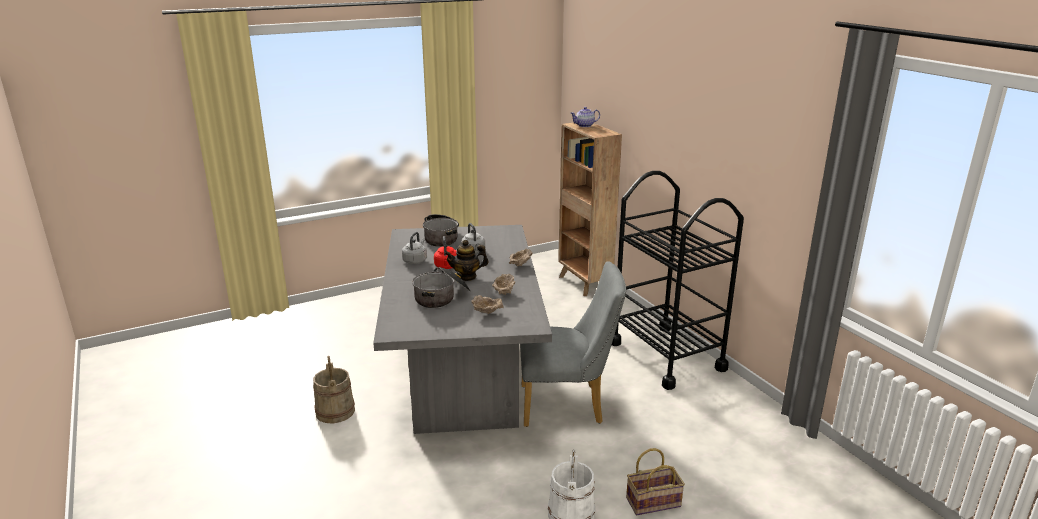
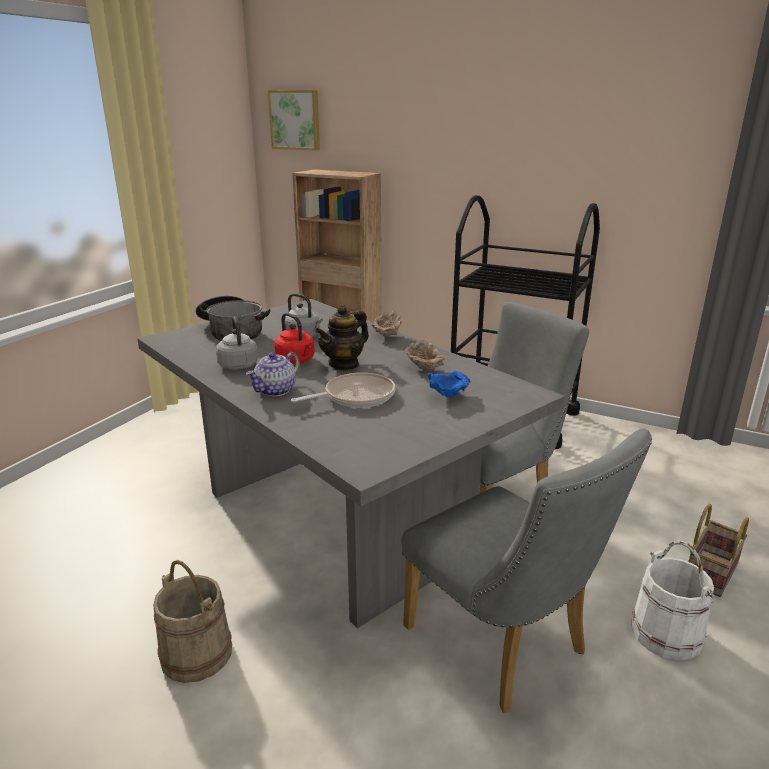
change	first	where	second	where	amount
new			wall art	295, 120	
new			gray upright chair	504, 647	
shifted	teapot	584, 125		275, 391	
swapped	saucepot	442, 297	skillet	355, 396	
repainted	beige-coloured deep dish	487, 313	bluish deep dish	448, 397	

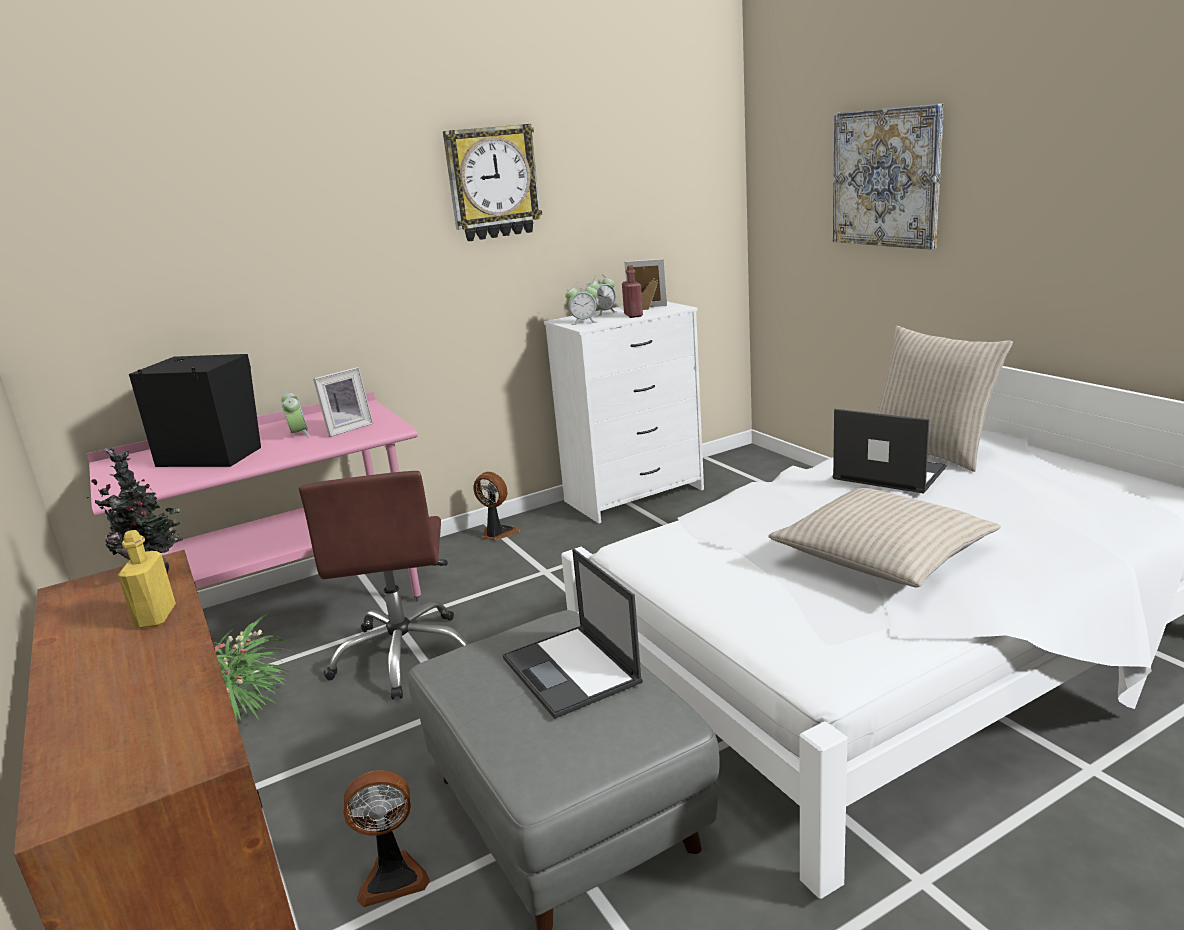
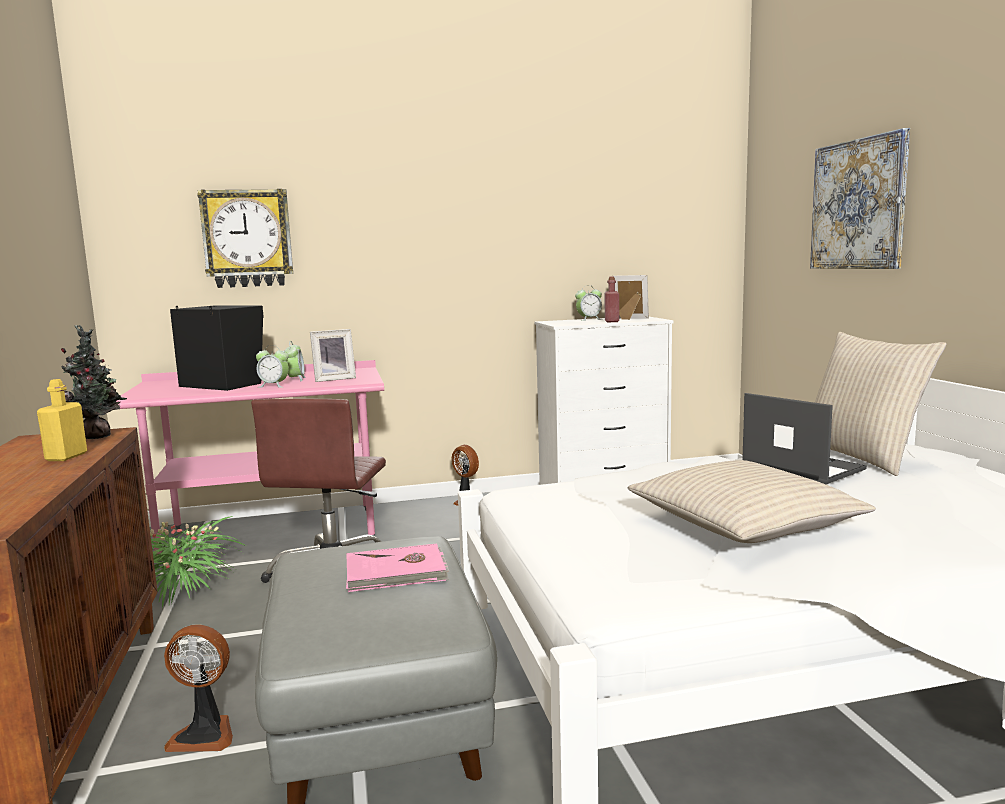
change	first	where	second	where	amount
shifted	clock on the wall	492, 183		247, 238	
shifted	alarm clock	584, 322		274, 386	
swapped	notebook computer	572, 671	pink-coloured bound book	396, 573	

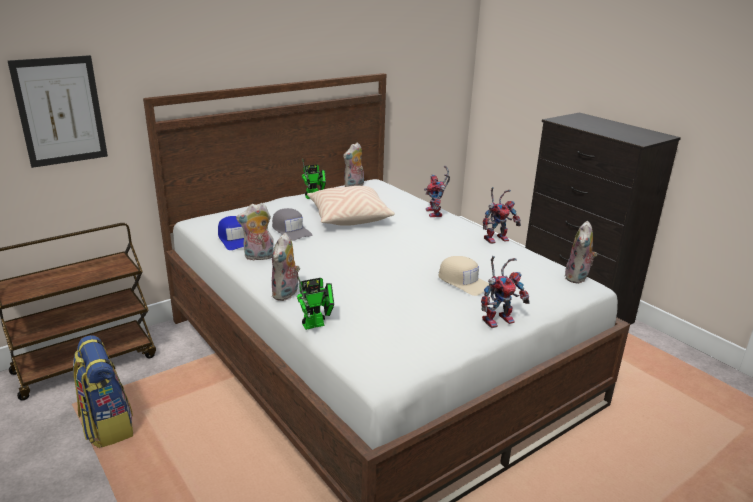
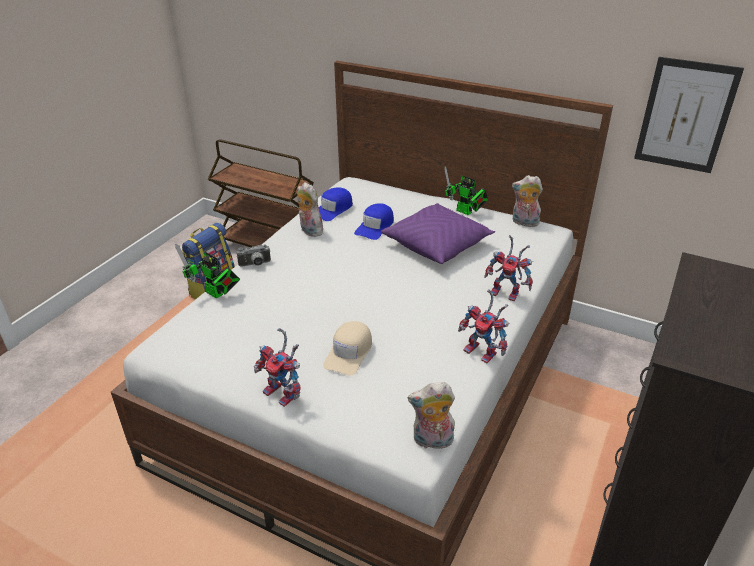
change	first	where	second	where	amount
shifted	wall art	60, 111		685, 115	
swapped	plush toy	286, 294	still camera	255, 264	
repainted	gray peaked cap	291, 230	bluish peaked cap	375, 226	
repainted	beige-coloured throw pillow	348, 217	purple throw pillow	437, 245	
rotated	model robot	436, 214		507, 293	120 degrees counterclockwise

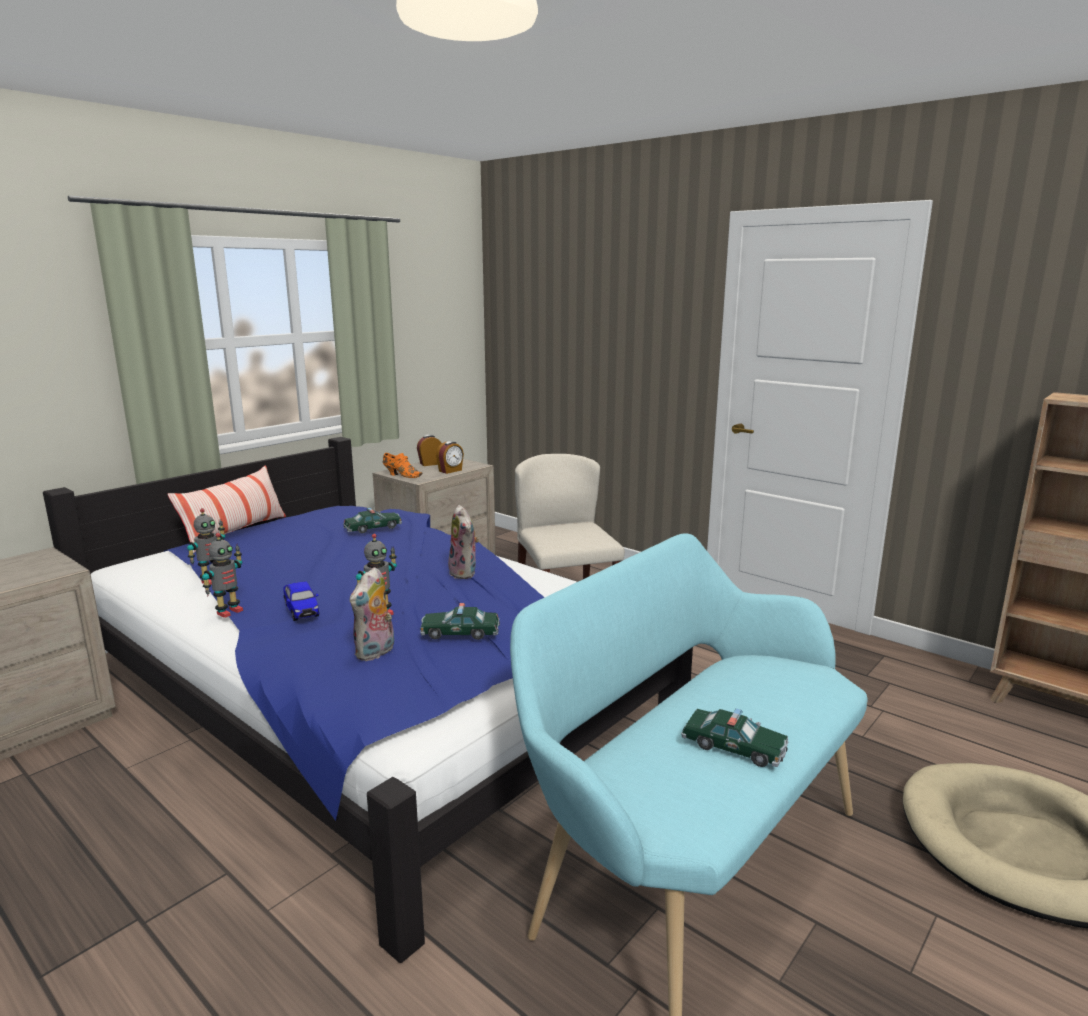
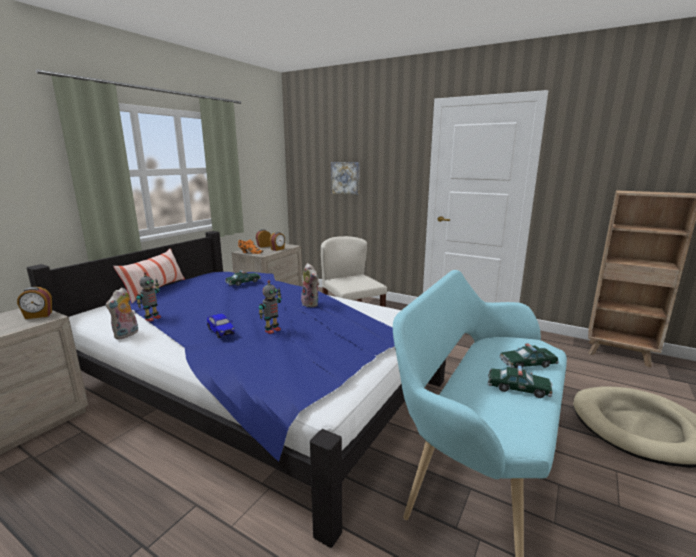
change	first	where	second	where	amount
gone	model robot	228, 612			
new			alarm clock	38, 315	
new			wall art	346, 178	
shifted	plush toy	376, 653		127, 335	
shifted	model car	460, 633		527, 364	

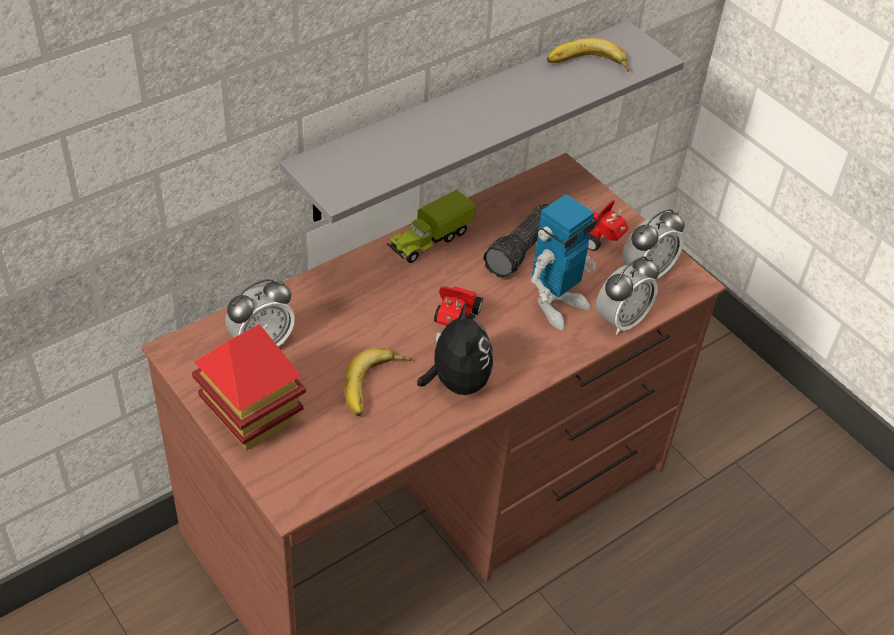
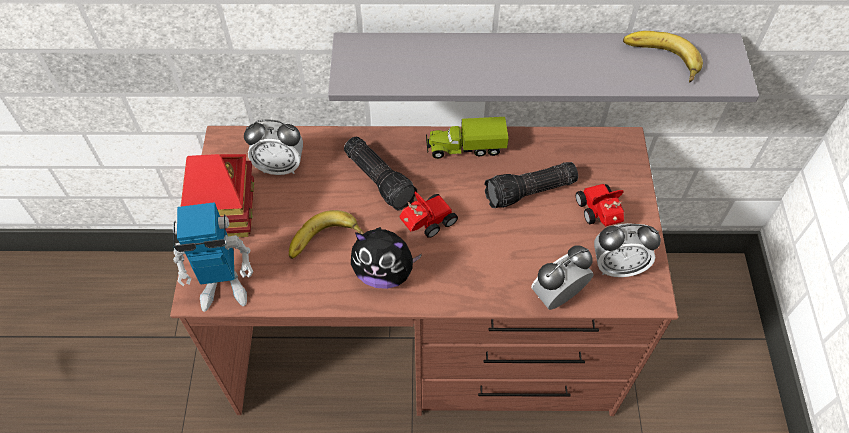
change	first	where	second	where	amount
new			hand torch	381, 179	
shifted	model robot	557, 305		223, 287	
rotated	plush toy	456, 382		384, 272	75 degrees clockwise
rotated	alarm clock	621, 320		557, 296	150 degrees clockwise

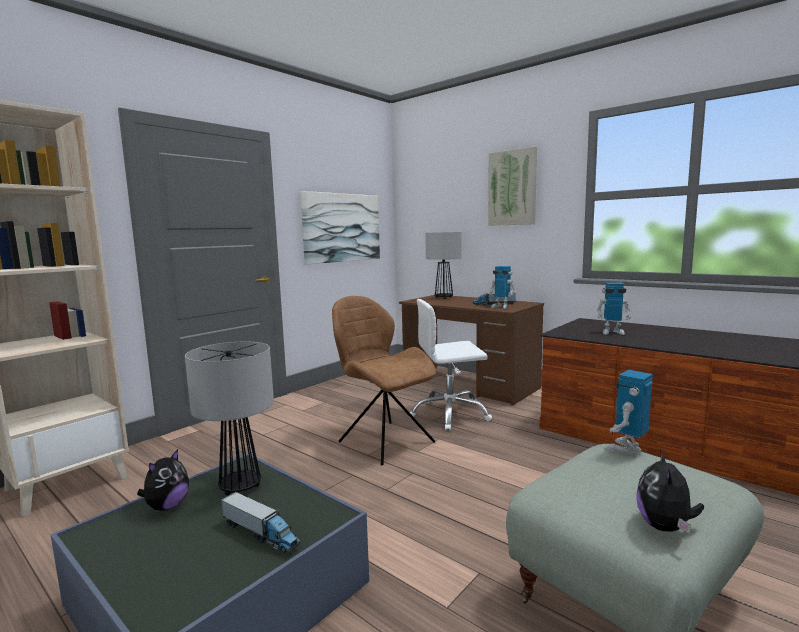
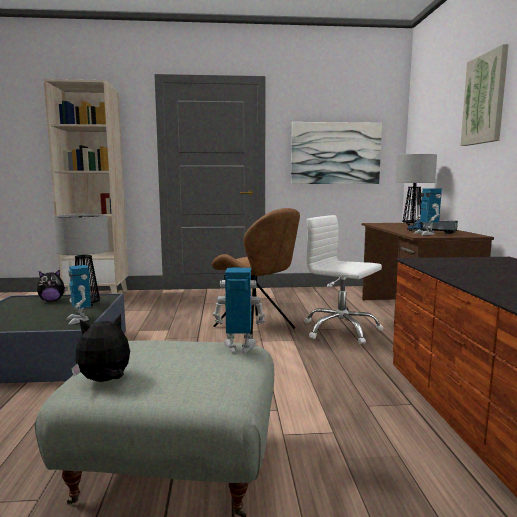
change	first	where	second	where	amount
gone	model truck	260, 533			
shifted	model robot	612, 332		79, 319	
rotated	brownish upright chair	384, 441		256, 328	135 degrees clockwise

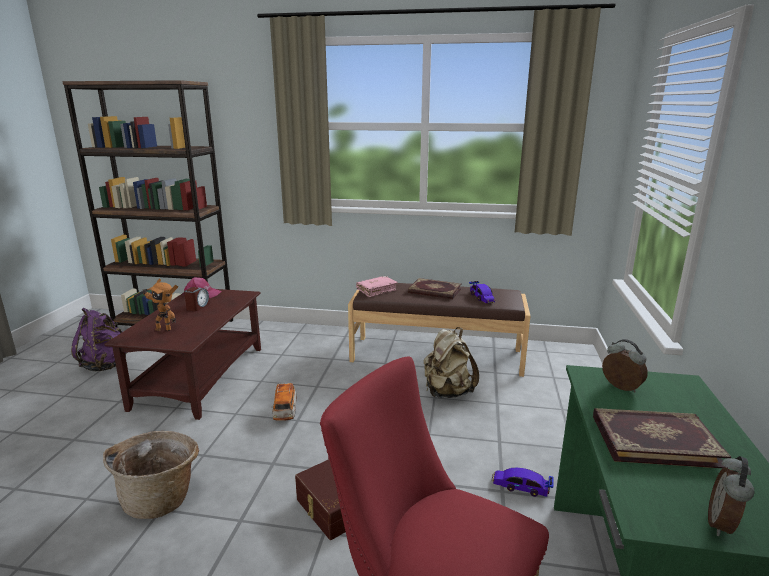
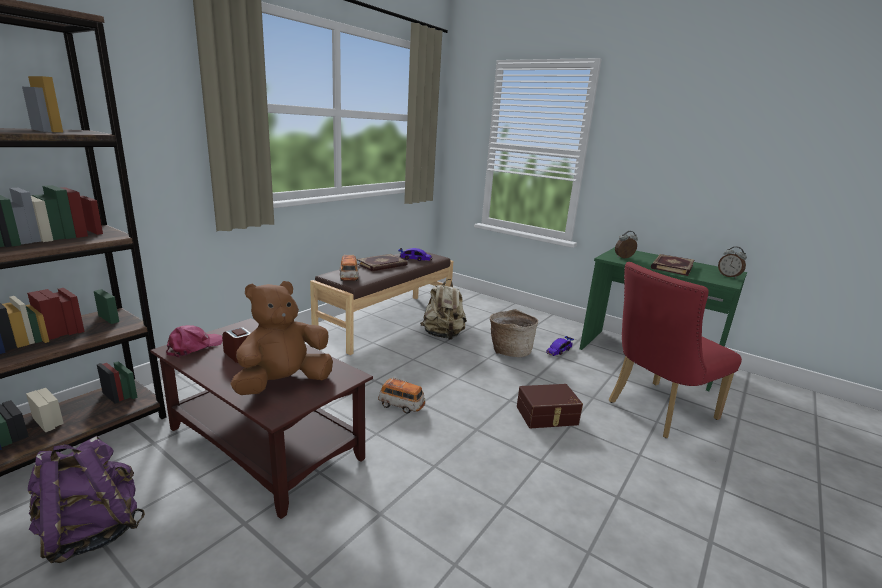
change	first	where	second	where	amount
shifted	household basket	161, 498		509, 351	
swapped	model robot	164, 329	brownish plush toy	284, 383	
swapped	pink-coloured bound book	376, 290	model car	349, 278	

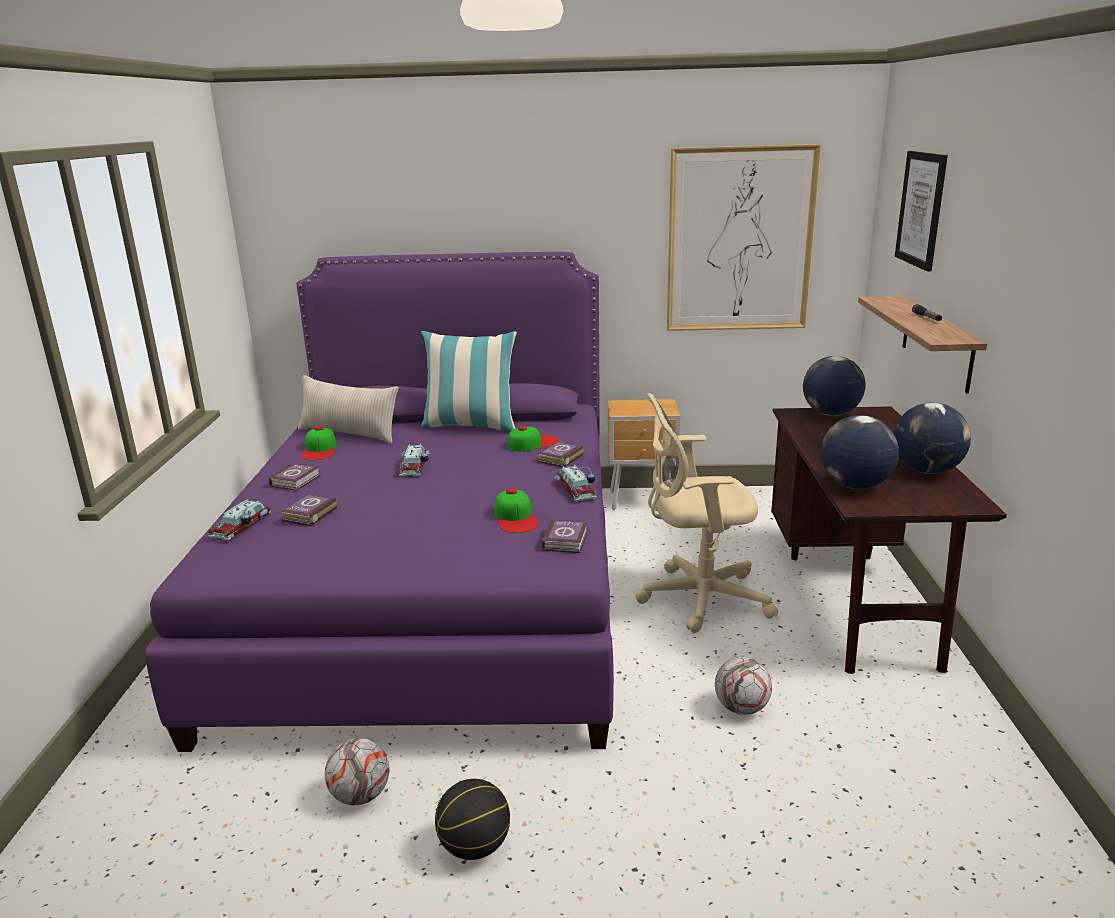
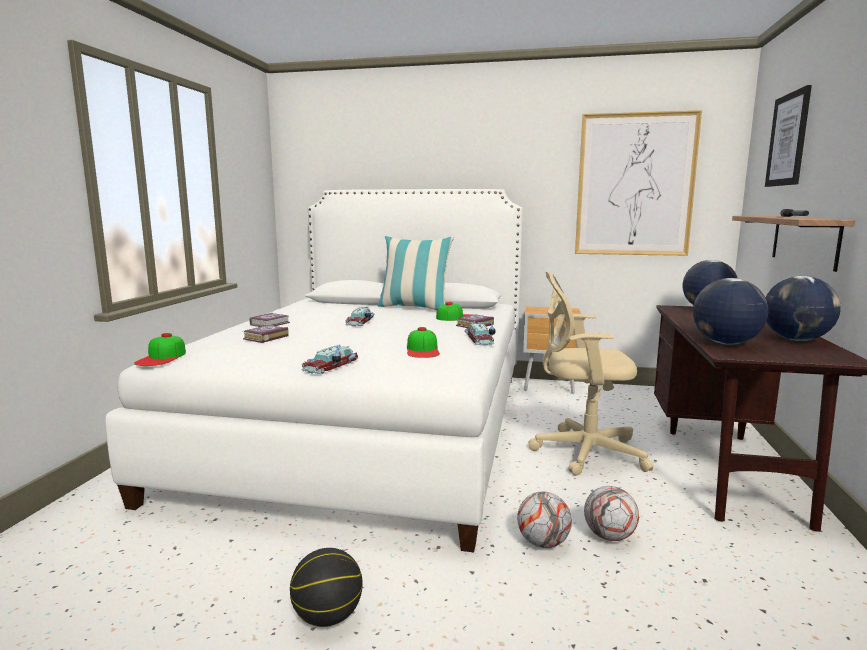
change	first	where	second	where	amount
gone	beige-coloured throw pillow	349, 433			
gone	bound book	566, 540			
shifted	model car	242, 526		332, 366	
shifted	peaked cap	319, 449		162, 357	
shifted	football	360, 796		543, 543	
repainted	purple sleeping bed	435, 591	white sleeping bed	369, 427	

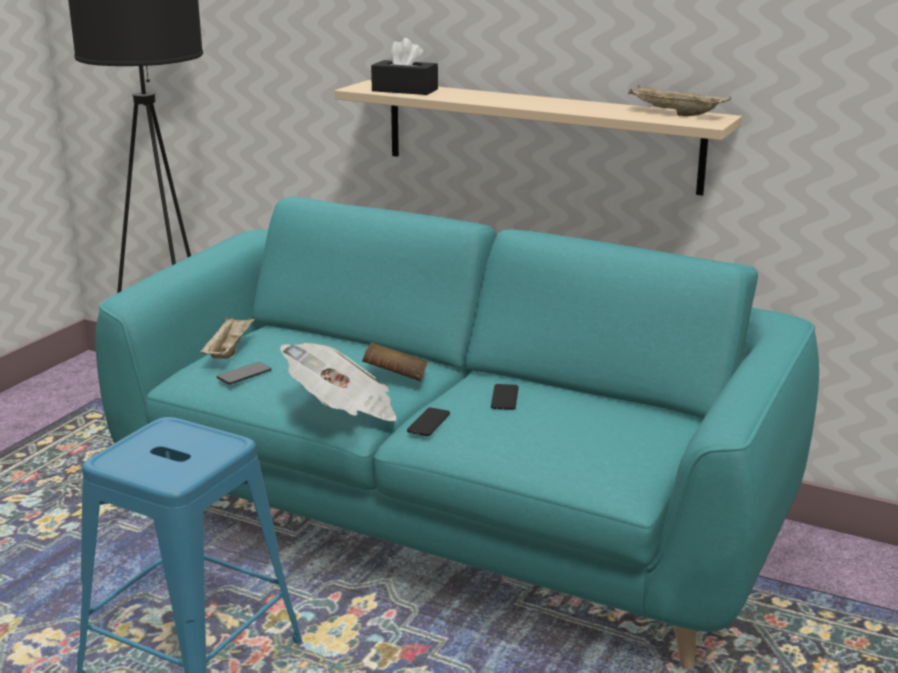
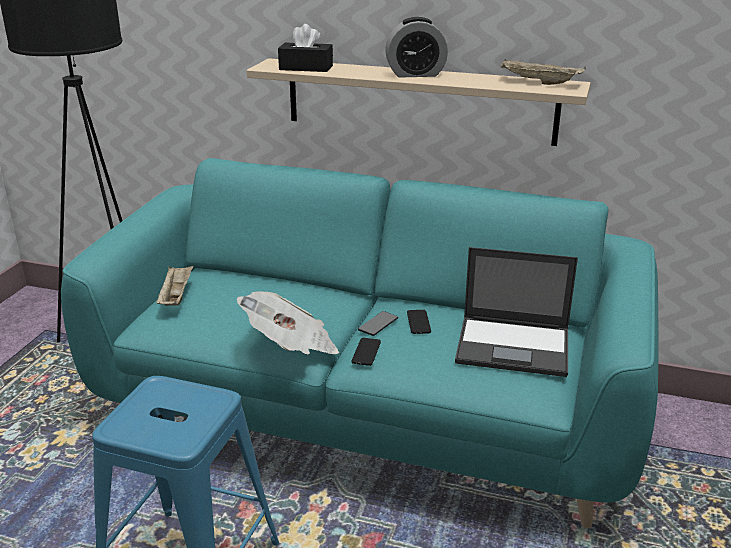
change	first	where	second	where	amount
gone	brownish bound book	395, 377			
new			alarm clock	415, 74	
new			notebook computer	514, 346	
shifted	telephone	244, 374		378, 324	

